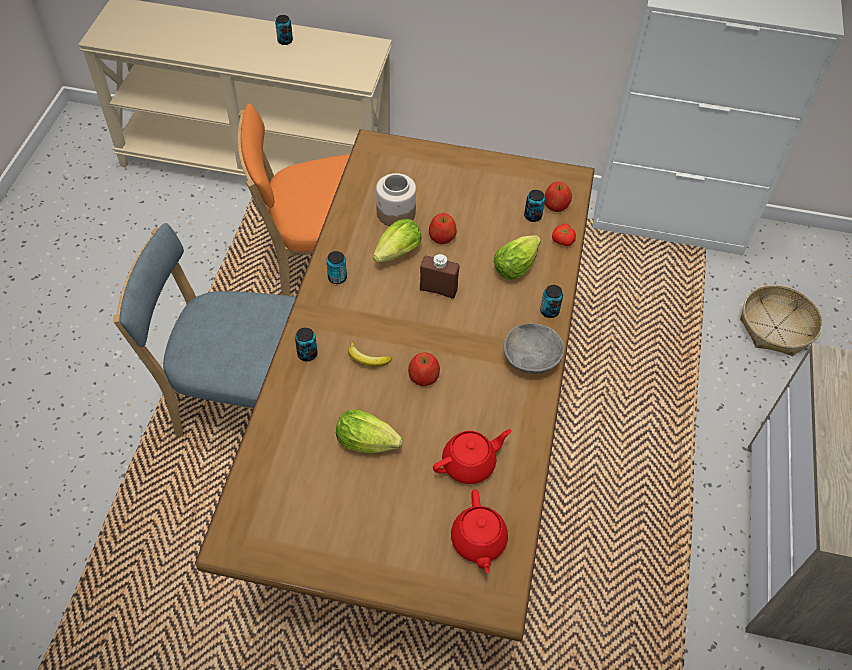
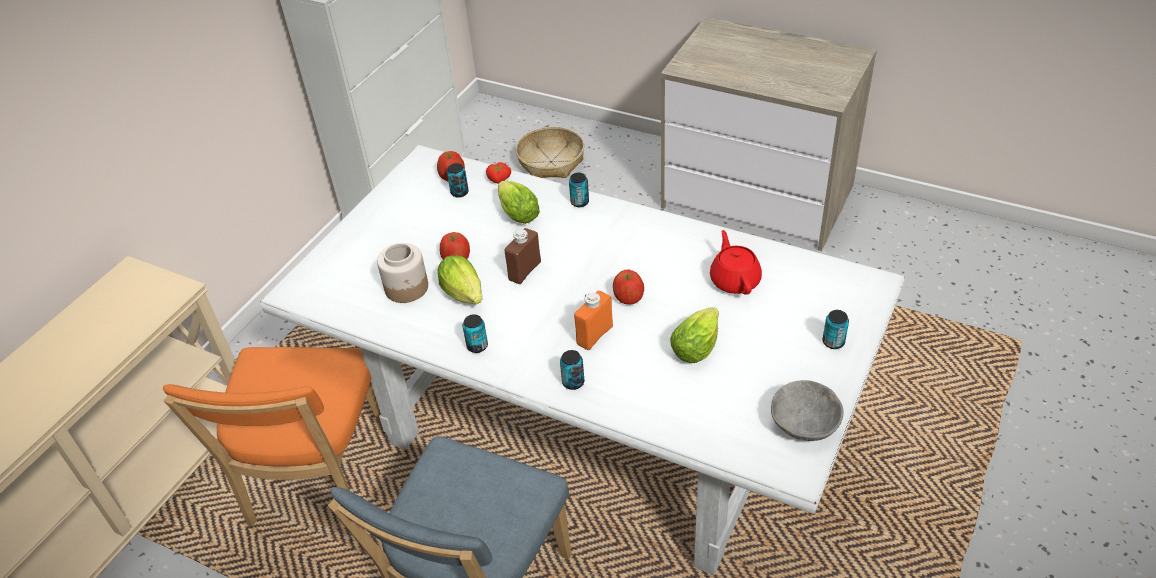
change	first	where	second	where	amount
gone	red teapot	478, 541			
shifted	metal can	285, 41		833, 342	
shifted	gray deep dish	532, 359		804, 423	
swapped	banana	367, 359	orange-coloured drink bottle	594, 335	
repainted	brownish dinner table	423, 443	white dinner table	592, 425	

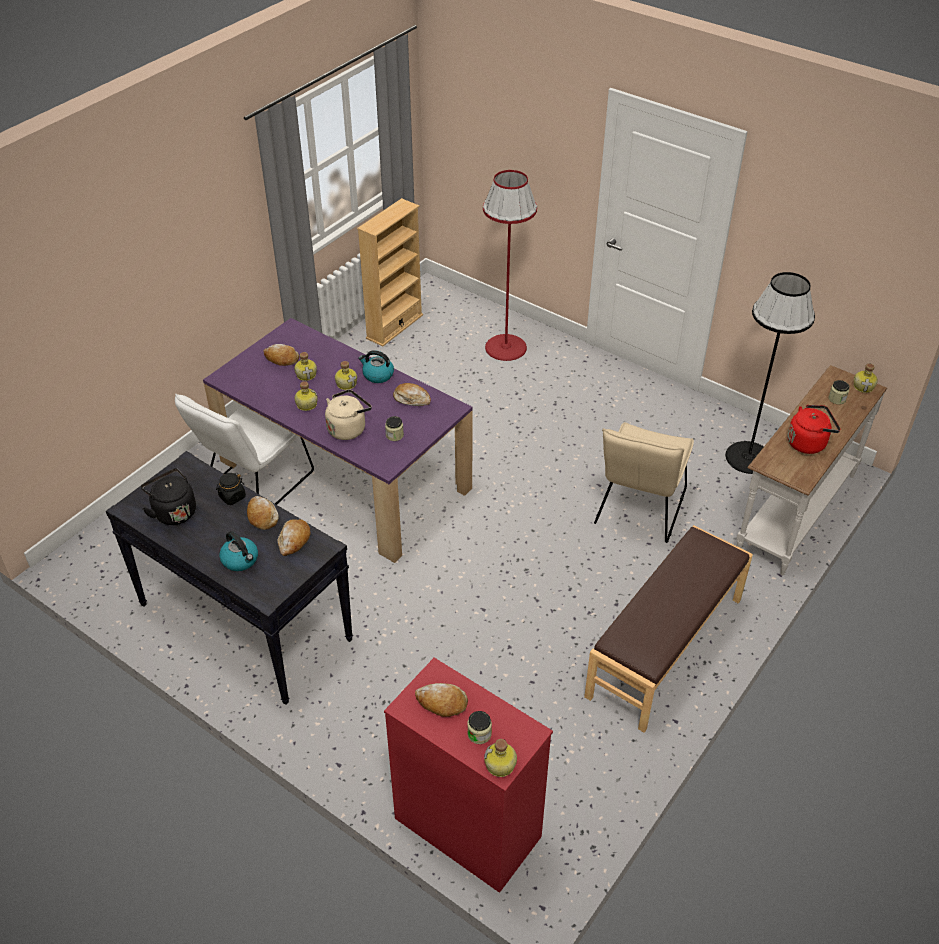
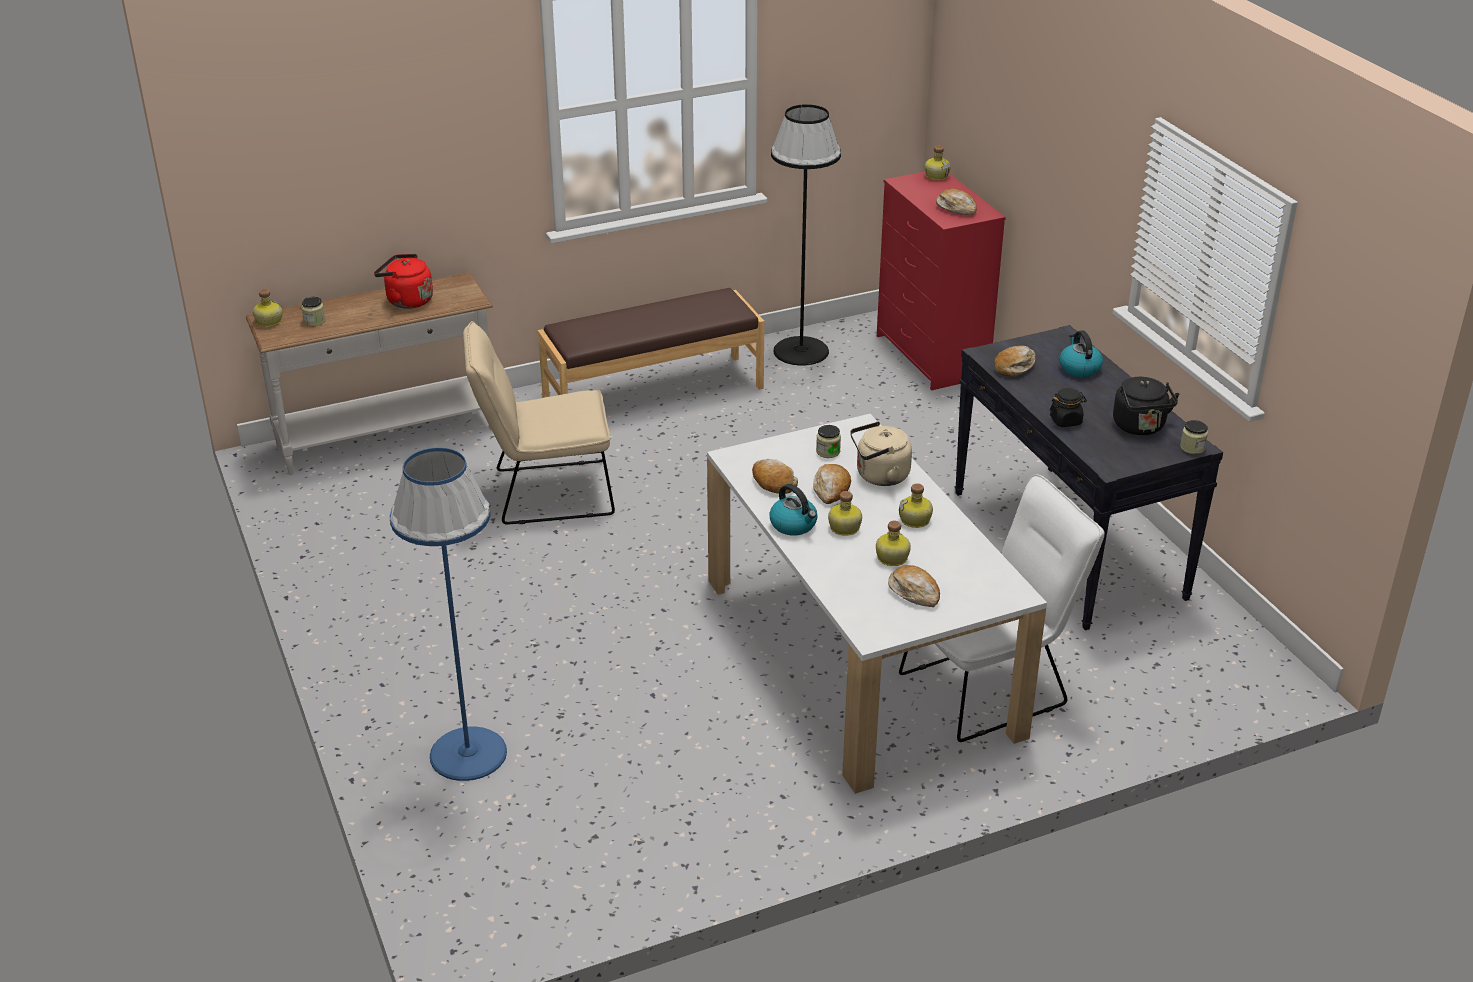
change	first	where	second	where	amount
gone	beige-coloured bookshelf	394, 326			
shifted	bakery bread	262, 516		831, 489	
shifted	preserve jar	479, 734		1192, 447	
shifted	black-coloured standing lamp	748, 457		800, 351	
repainted	purple dinner table	345, 474	white dinner table	858, 655	
repainted	red standing lamp	506, 347	bluish standing lamp	467, 754	
rotated	beige-coloured upright chair	638, 511		544, 493	150 degrees counterclockwise

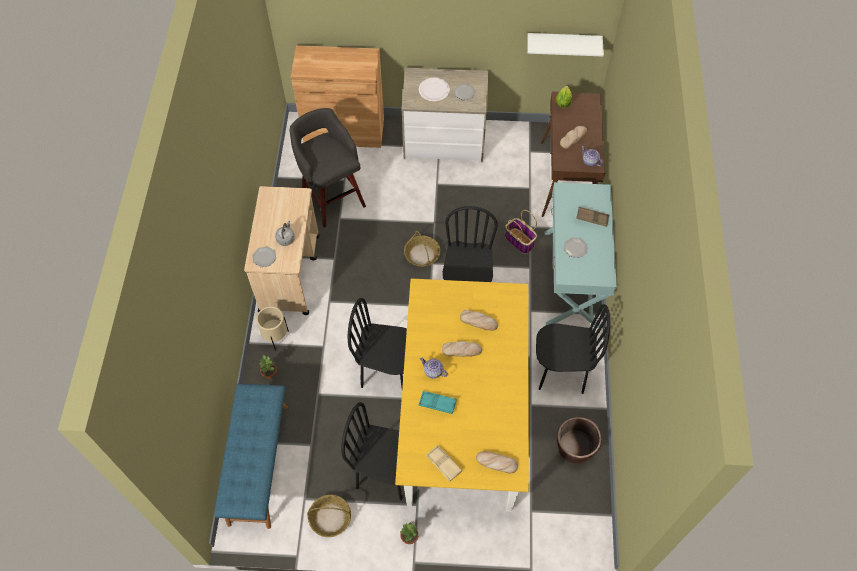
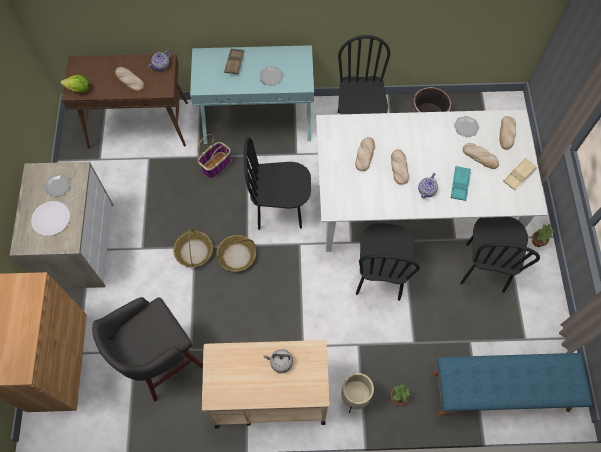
change	first	where	second	where	amount
gone	white bracket shelf	563, 43			
new			bakery bread	480, 157	
shifted	flat dish	264, 257		466, 127	
shifted	household basket	330, 518		194, 251	
repainted	yellowish dinner table	463, 415	white dinner table	413, 205	

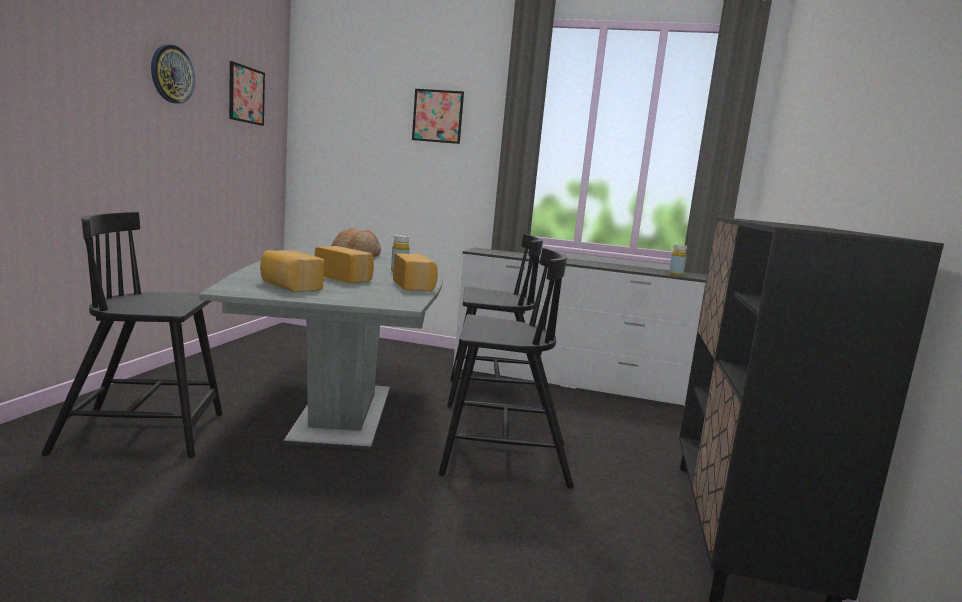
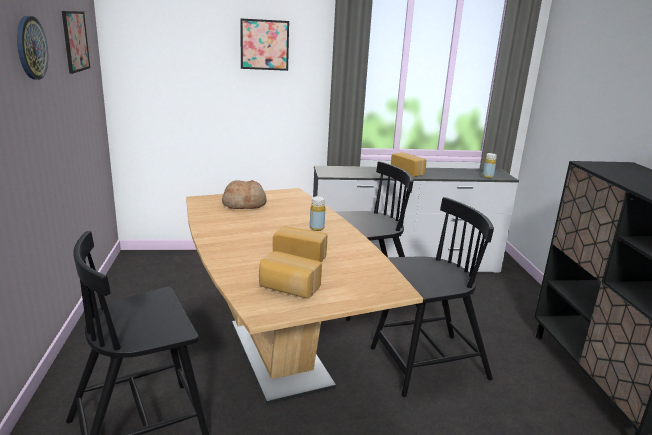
change	first	where	second	where	amount
shifted	bakery bread	414, 286		408, 172	
repainted	gray dinner table	343, 414	brownish dinner table	279, 353	

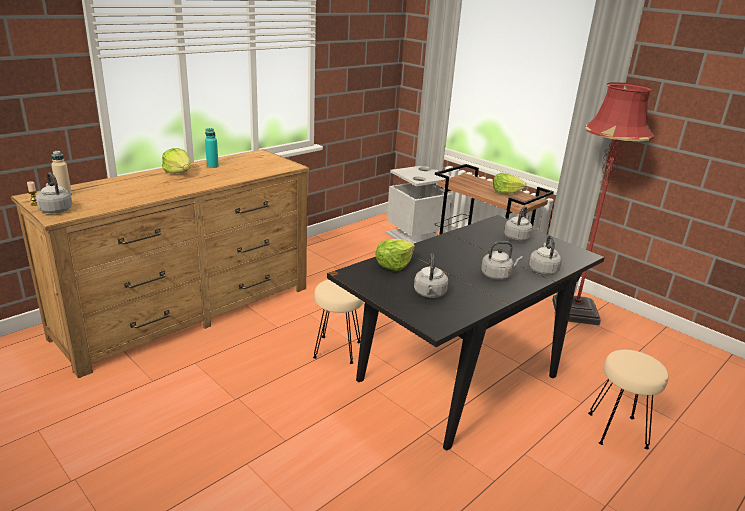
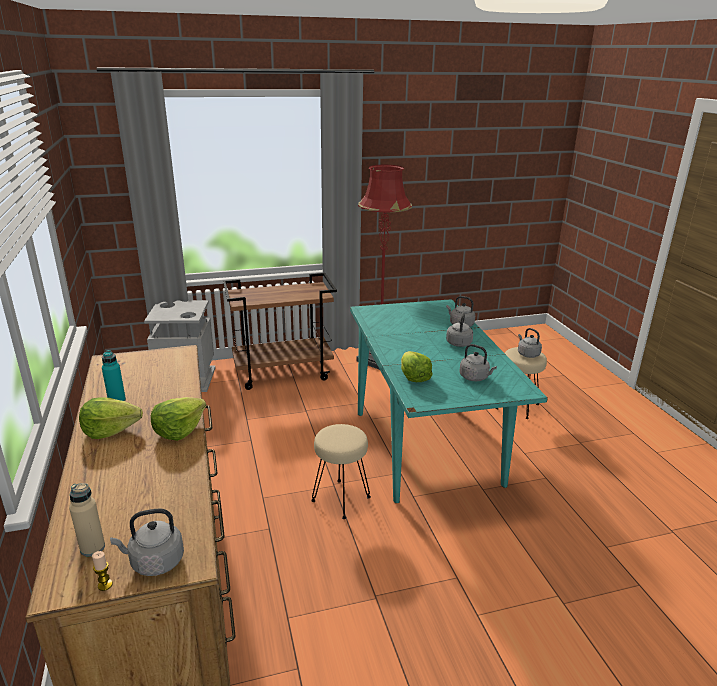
change	first	where	second	where	amount
shifted	head of lettuce	506, 192		179, 430	
shifted	gray kettle	517, 237		527, 354	
repainted	black-coloured dinner table	457, 378	blue-green dinner table	426, 447	

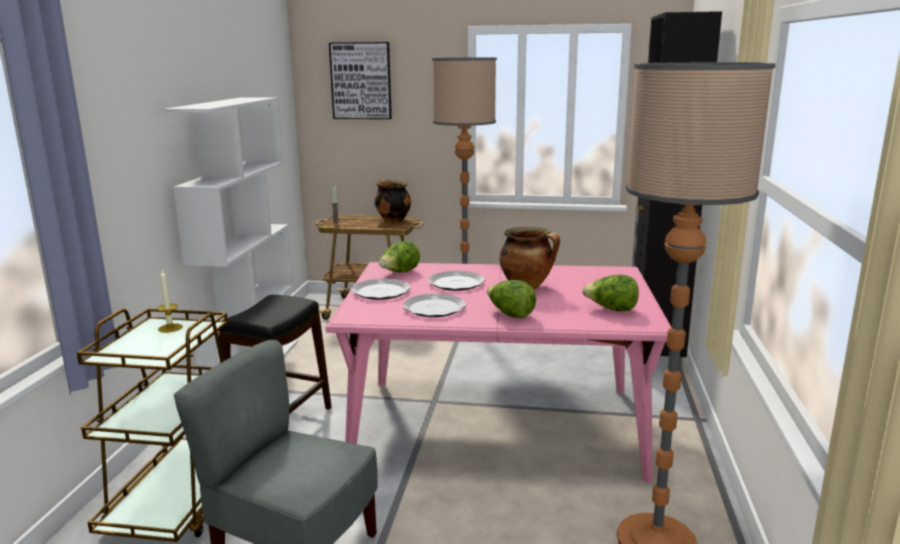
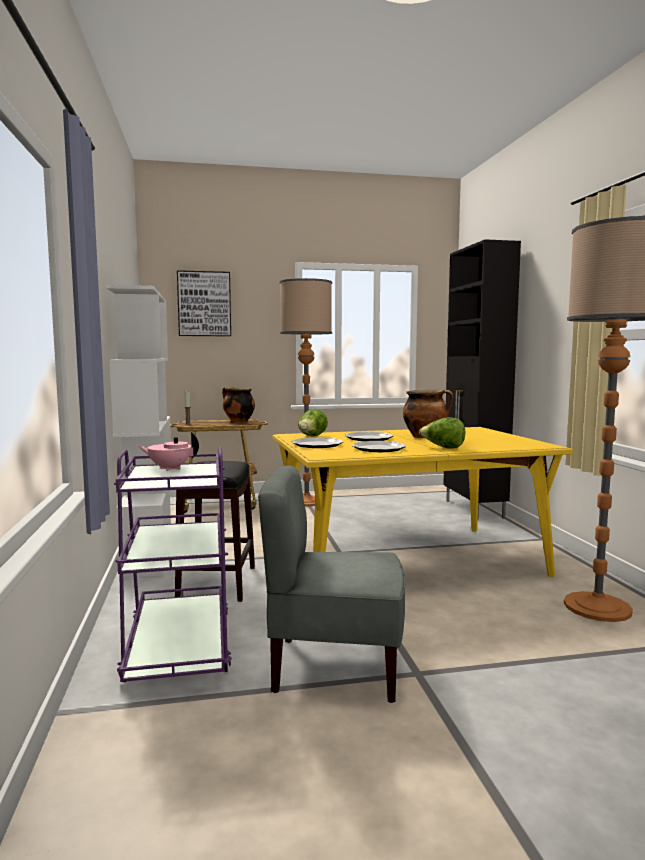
change	first	where	second	where	amount
gone	head of lettuce	611, 310			
swapped	wax light	170, 328	pink-coloured teapot	170, 468	
repainted	brownish wheeled cart	182, 500	purple wheeled cart	179, 649	
repainted	pink-coloured dinner table	496, 426	yellowish dinner table	407, 561	

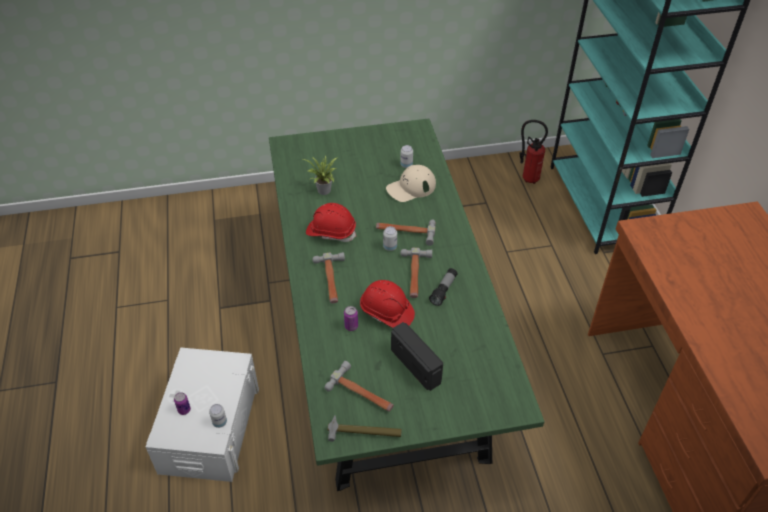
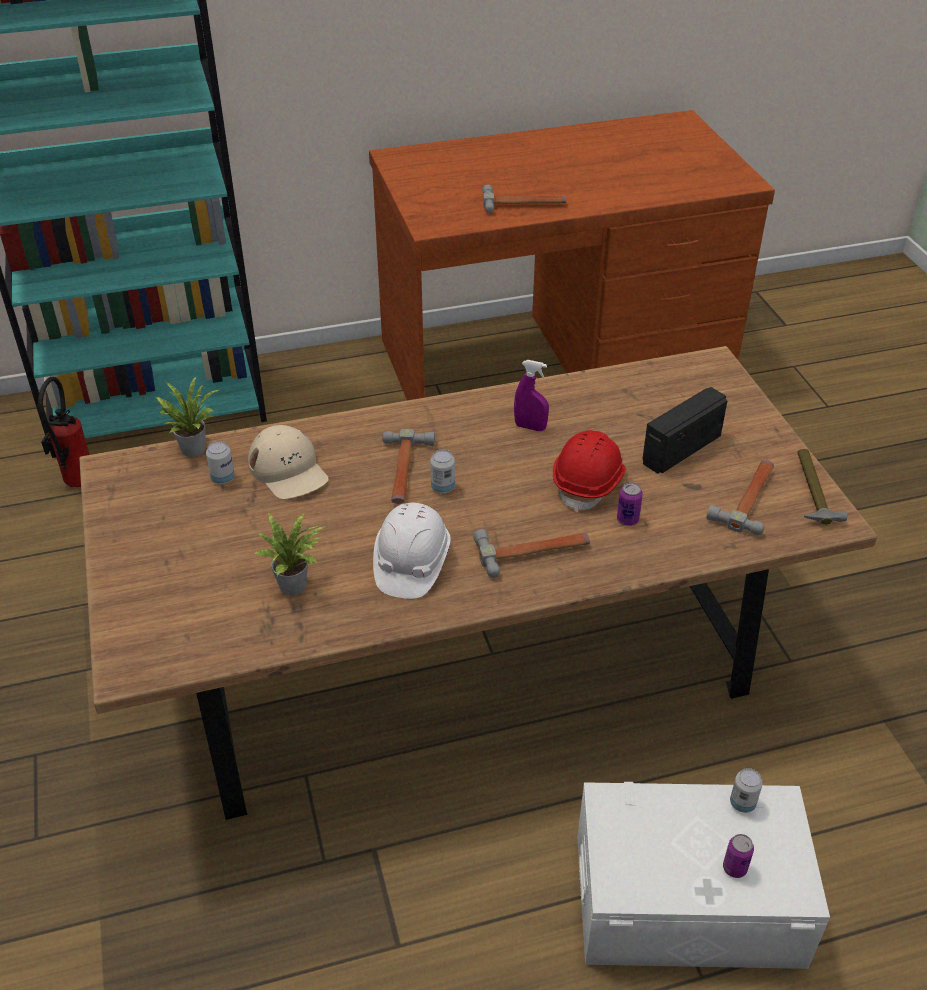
change	first	where	second	where	amount
new			houseplant	192, 447	
shifted	hand hammer	415, 275		524, 205	
swapped	hand torch	443, 290	purple hand sprayer	530, 427	
repainted	green-coloured dinner table	384, 343	brownish dinner table	463, 658	
repainted	red hard hat	331, 232	white hard hat	411, 564	

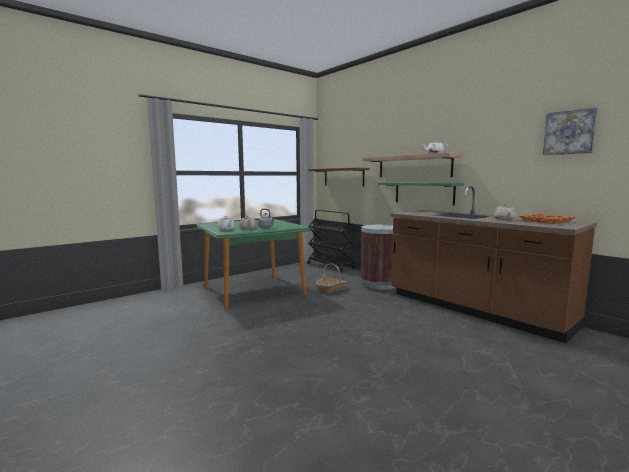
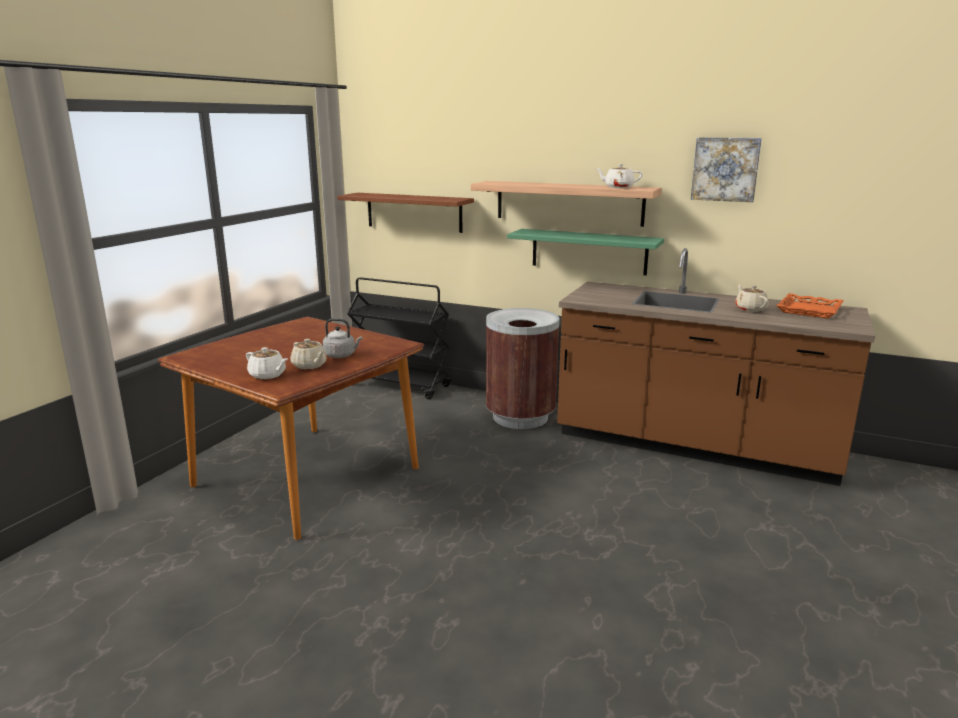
change	first	where	second	where	amount
gone	household basket	331, 289			
shifted	wall art	569, 132		725, 169	
repainted	green-coloured dinner table	252, 291	brownish dinner table	306, 477	

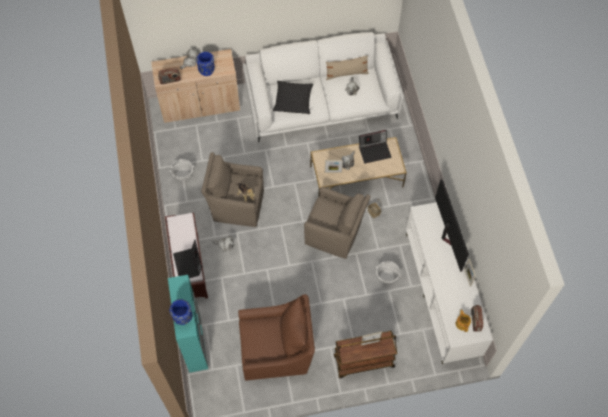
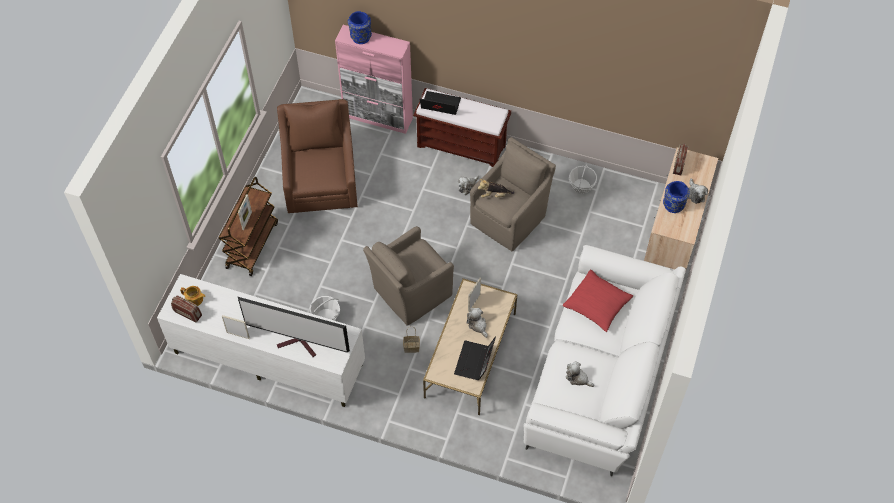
change	first	where	second	where	amount
gone	beige-coloured throw pillow	346, 74			
repainted	blue-green cupboard	194, 342	pink-coloured cupboard	378, 117	
repainted	black-coloured throw pillow	293, 101	red throw pillow	597, 305	
rotated	brownish armchair	277, 349		321, 179	150 degrees clockwise

